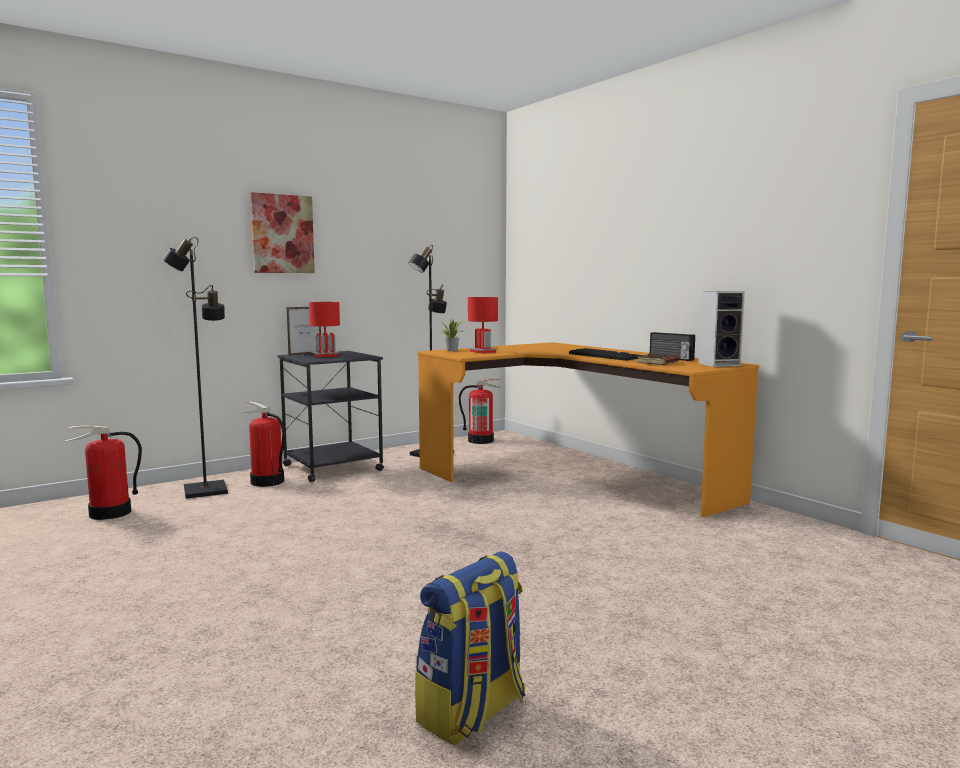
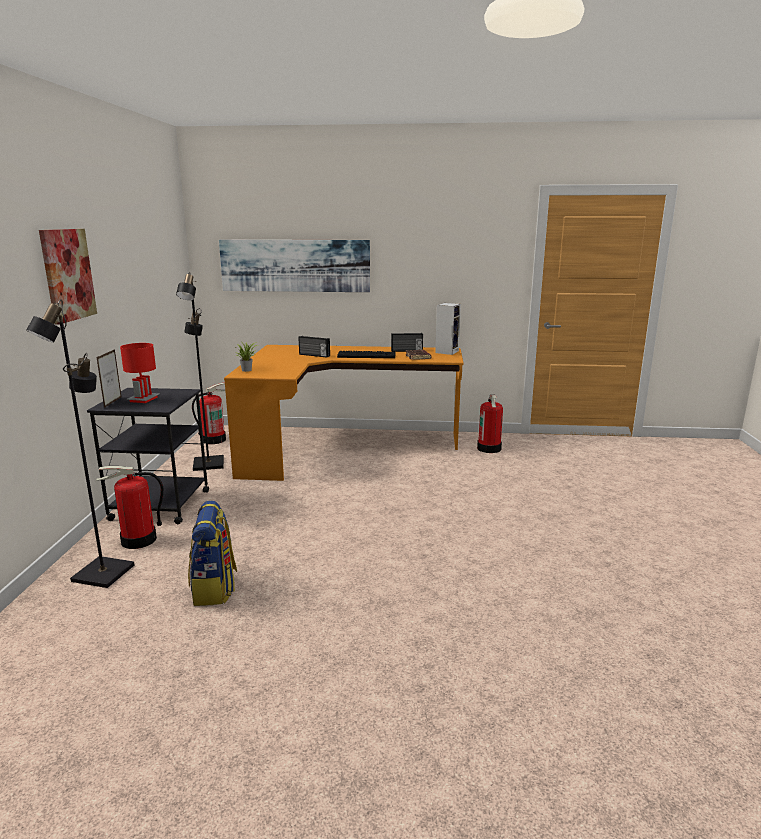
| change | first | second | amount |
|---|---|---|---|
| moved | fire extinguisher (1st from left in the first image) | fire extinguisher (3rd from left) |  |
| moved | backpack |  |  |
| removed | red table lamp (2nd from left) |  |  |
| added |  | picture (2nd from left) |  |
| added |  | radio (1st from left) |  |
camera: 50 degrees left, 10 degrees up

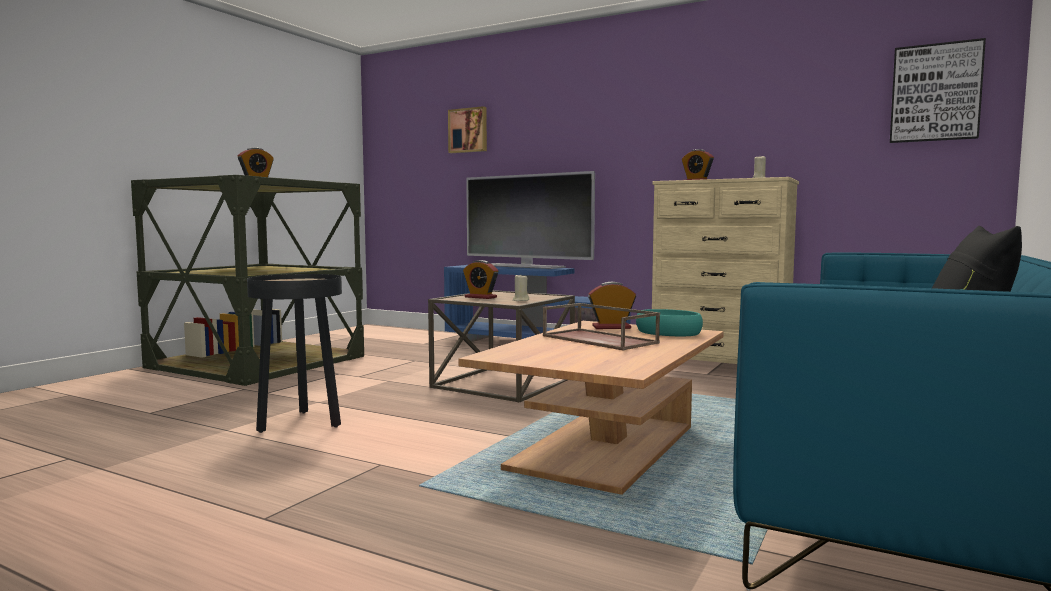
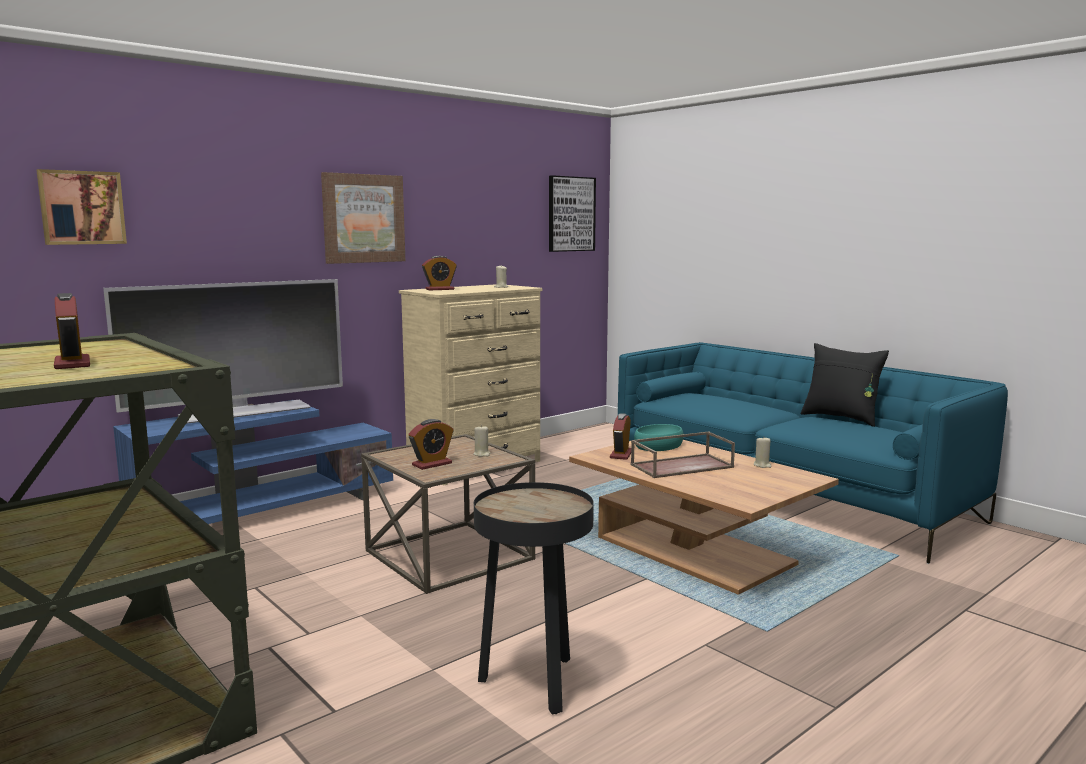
| change | first | second | amount |
|---|---|---|---|
| added |  | picture (2nd from left) |  |
| added |  | beige candle (3rd from left) |  |
camera: 70 degrees left, 5 degrees up

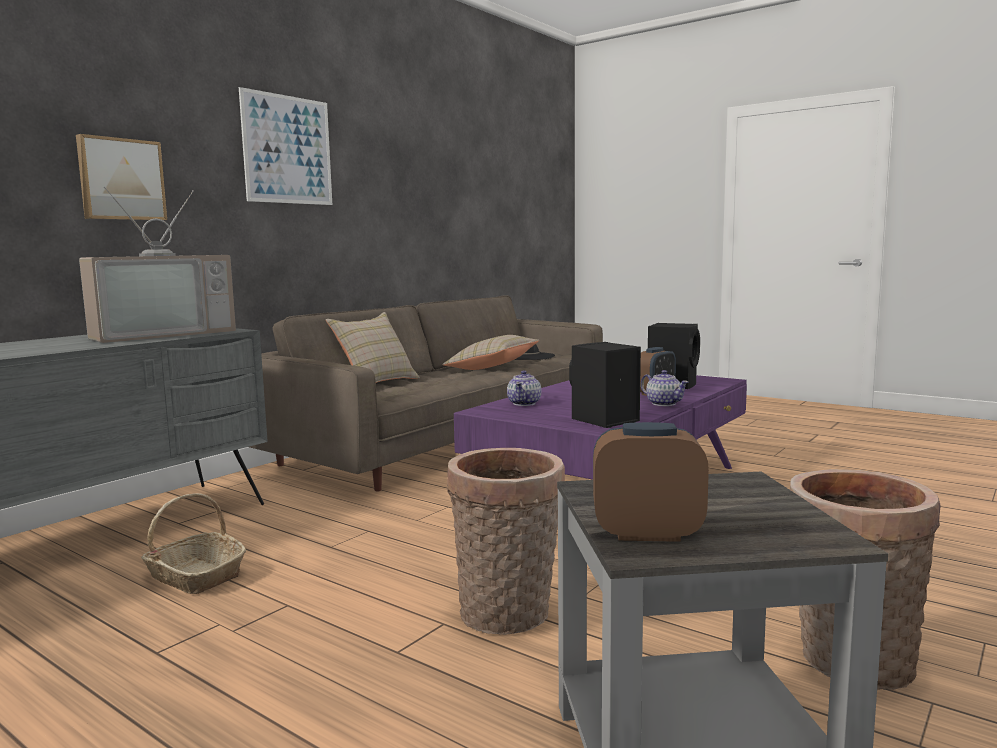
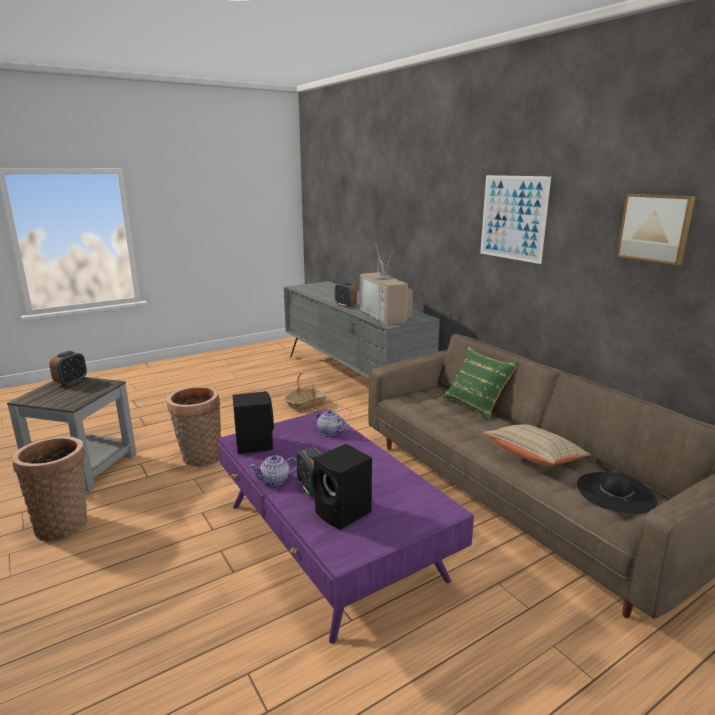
| change | first | second | amount |
|---|---|---|---|
| moved | picture (1st from left in the first image) | picture (2nd from left) |  |
| recoloured | beige pillow (1st from left) | green pillow |  |
| added |  | alarm clock (3rd from left) |  |
camera: 110 degrees right, 10 degrees up

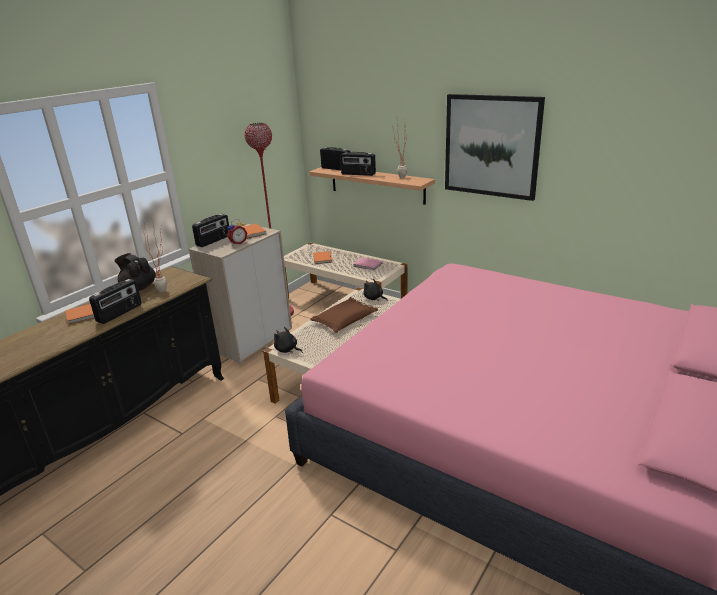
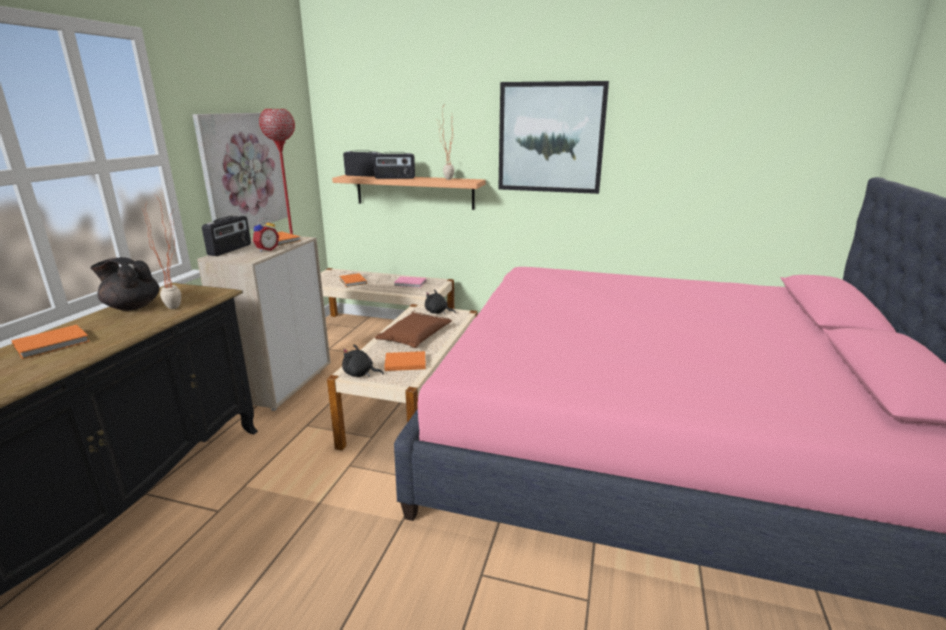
| change | first | second | amount |
|---|---|---|---|
| removed | radio (1st from left) |  |  |
| added |  | picture (1st from left) |  |
| added |  | orange book (4th from left) |  |
camera: 20 degrees left, 5 degrees down

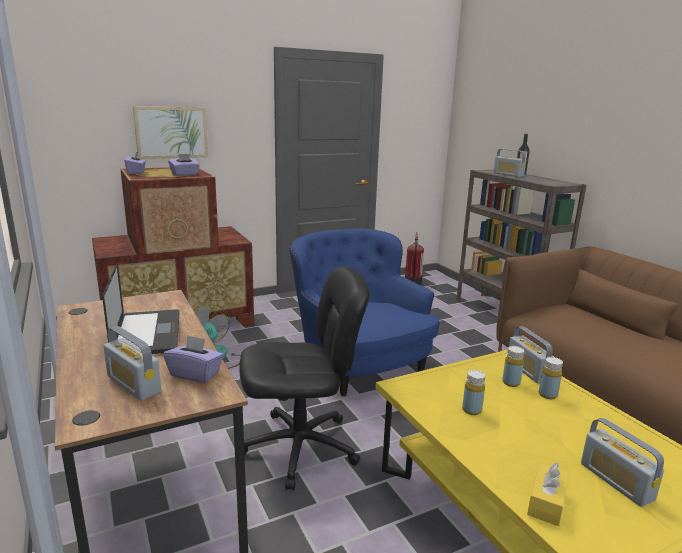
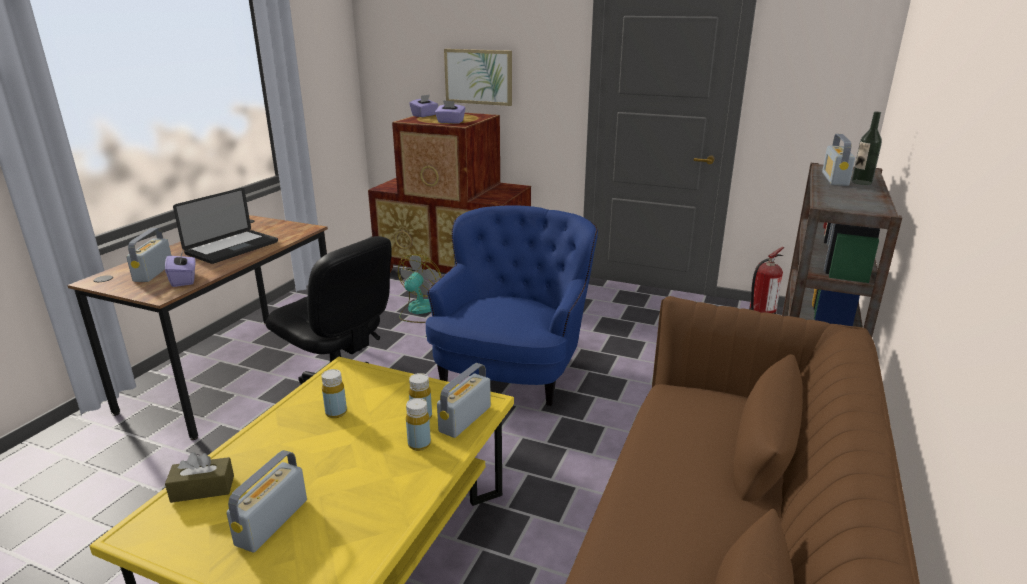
| change | first | second | amount |
|---|---|---|---|
| recoloured | yellow tissue box | brown tissue box |  |
camera: 50 degrees right, 5 degrees up

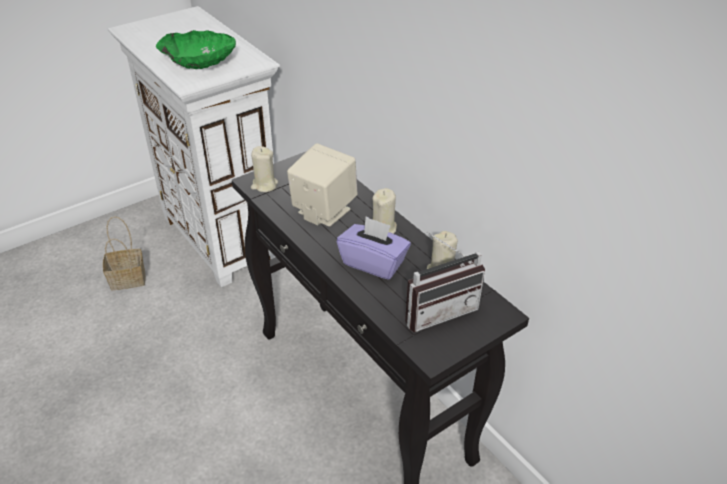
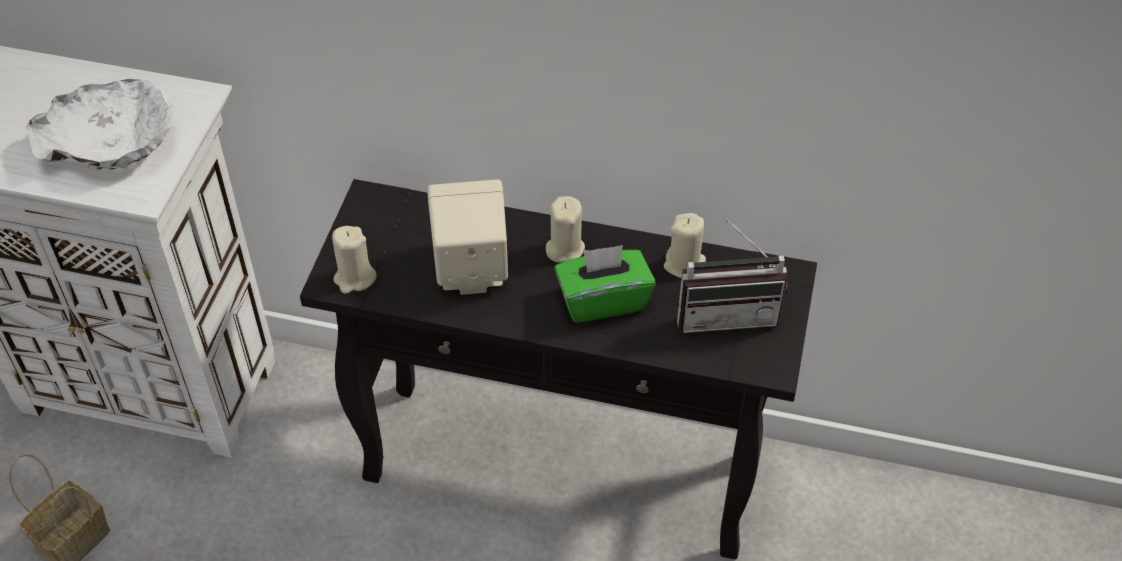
| change | first | second | amount |
|---|---|---|---|
| recoloured | green bowl | white bowl |  |
| recoloured | purple tissue box | green tissue box |  |
| turned | radio |  | 60 degrees clockwise |
camera: 40 degrees left, 10 degrees up

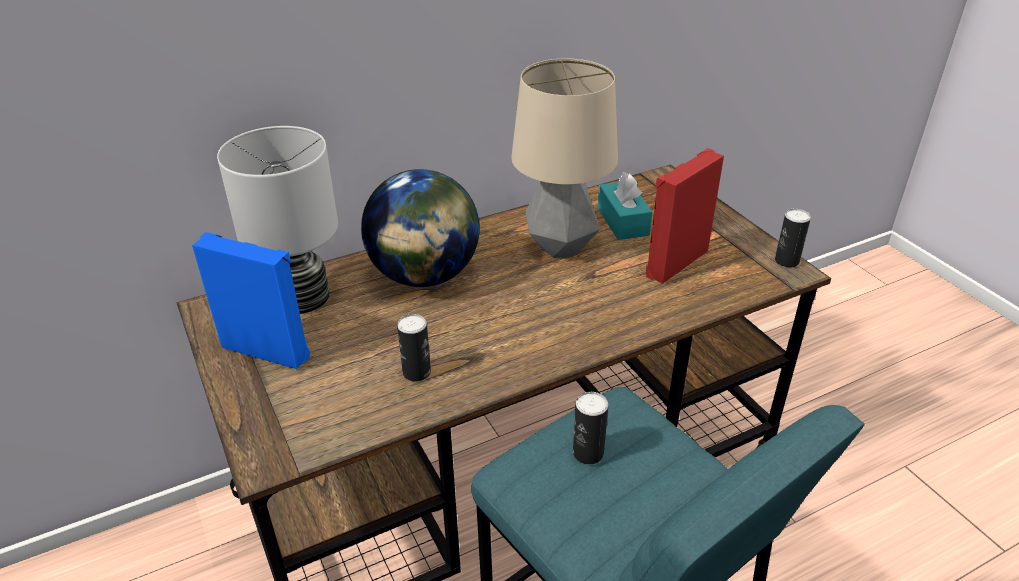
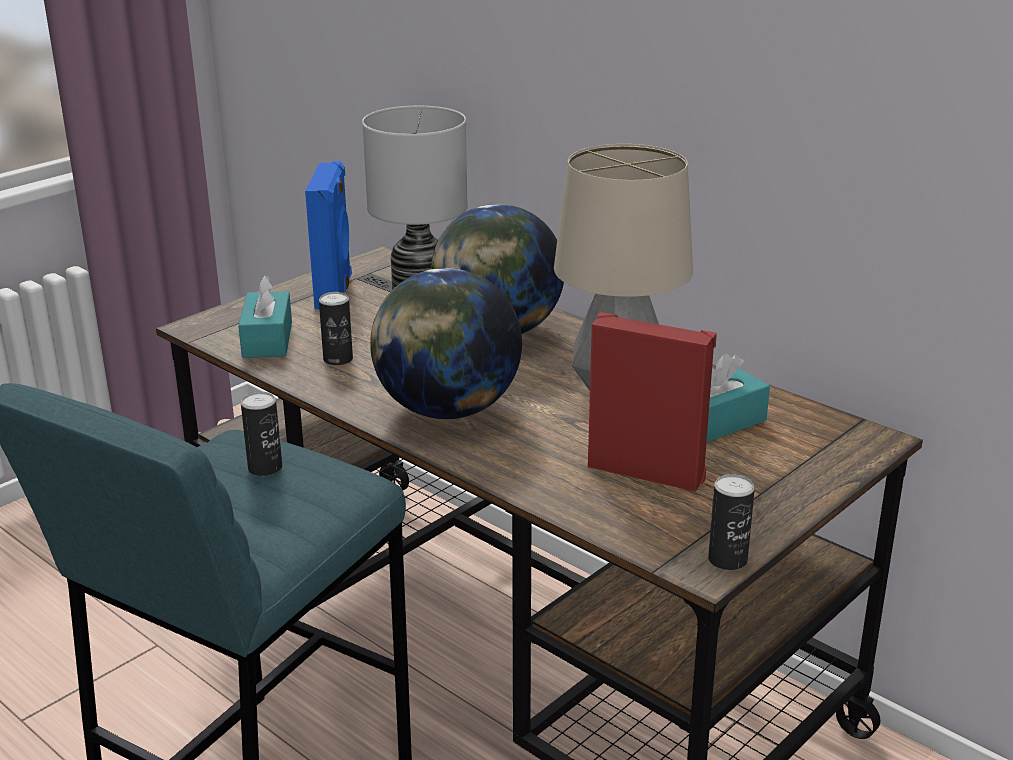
| change | first | second | amount |
|---|---|---|---|
| added |  | turquoise tissue box (1st from left) |  |
| added |  | globe (1st from left) |  |
camera: 70 degrees right, 10 degrees down

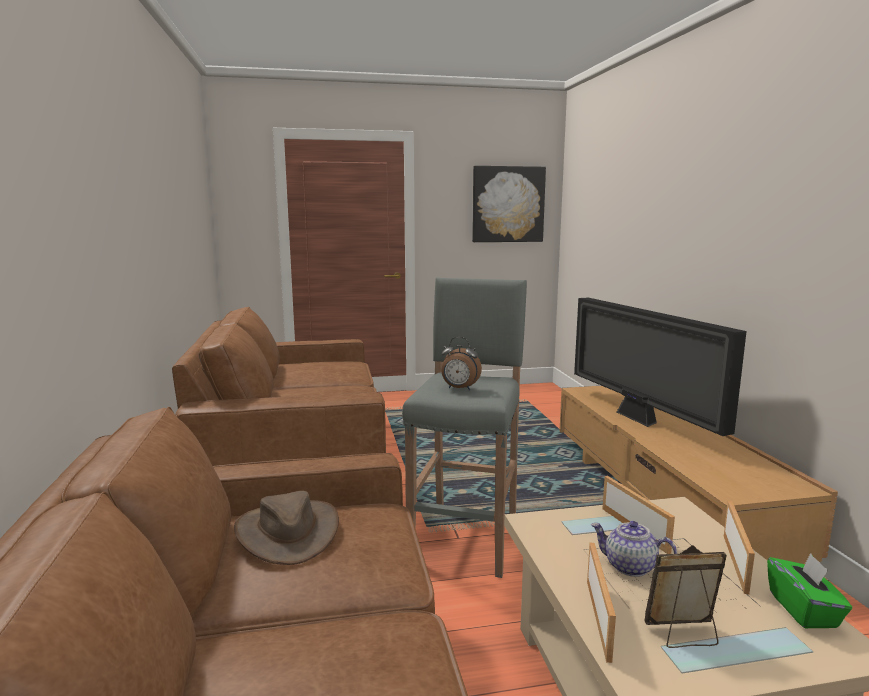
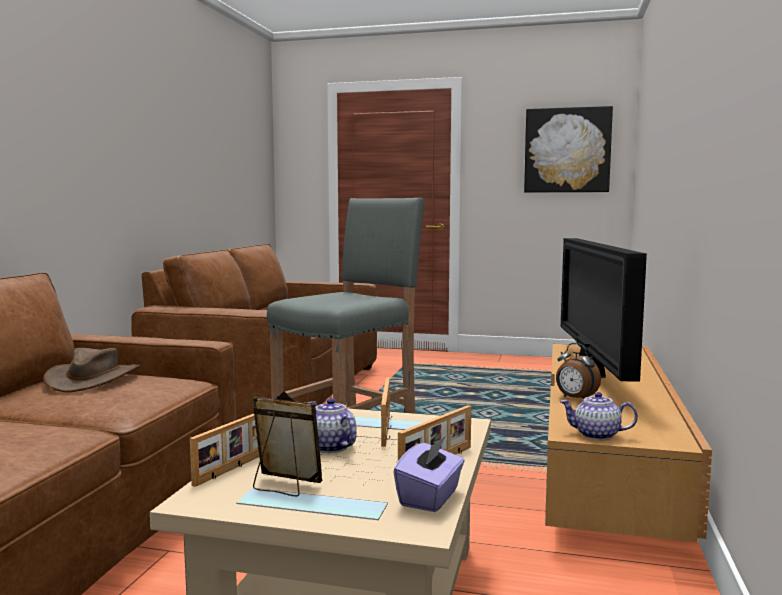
| change | first | second | amount |
|---|---|---|---|
| moved | alarm clock |  |  |
| recoloured | green tissue box | purple tissue box |  |
| added |  | teapot (2nd from left) |  |
camera: 25 degrees right, 5 degrees down

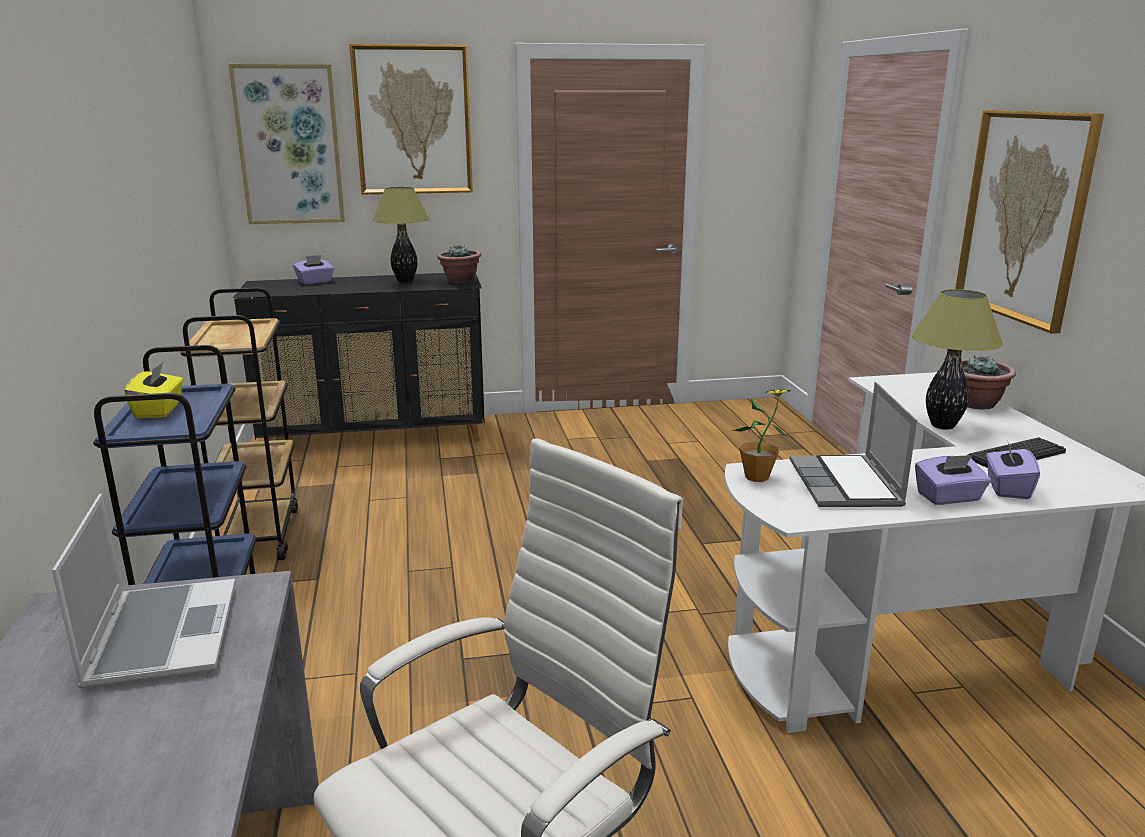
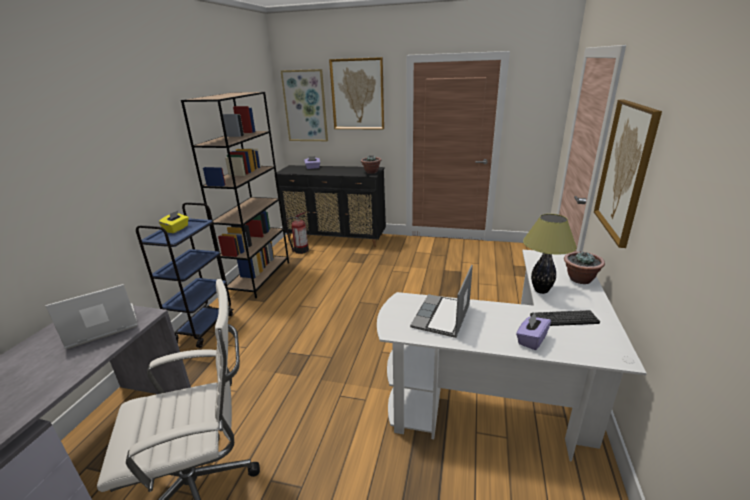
| change | first | second | amount |
|---|---|---|---|
| turned | laptop (1st from left) |  | 135 degrees counterclockwise |
| replaced | brown cart | beige bookcase |  |
| removed | table lamp (1st from left) |  |  |
| removed | potted plant (2nd from left) |  |  |
| removed | purple tissue box (2nd from left) |  |  |
| added |  | fire extinguisher |  |
camera: 25 degrees right, 5 degrees up

